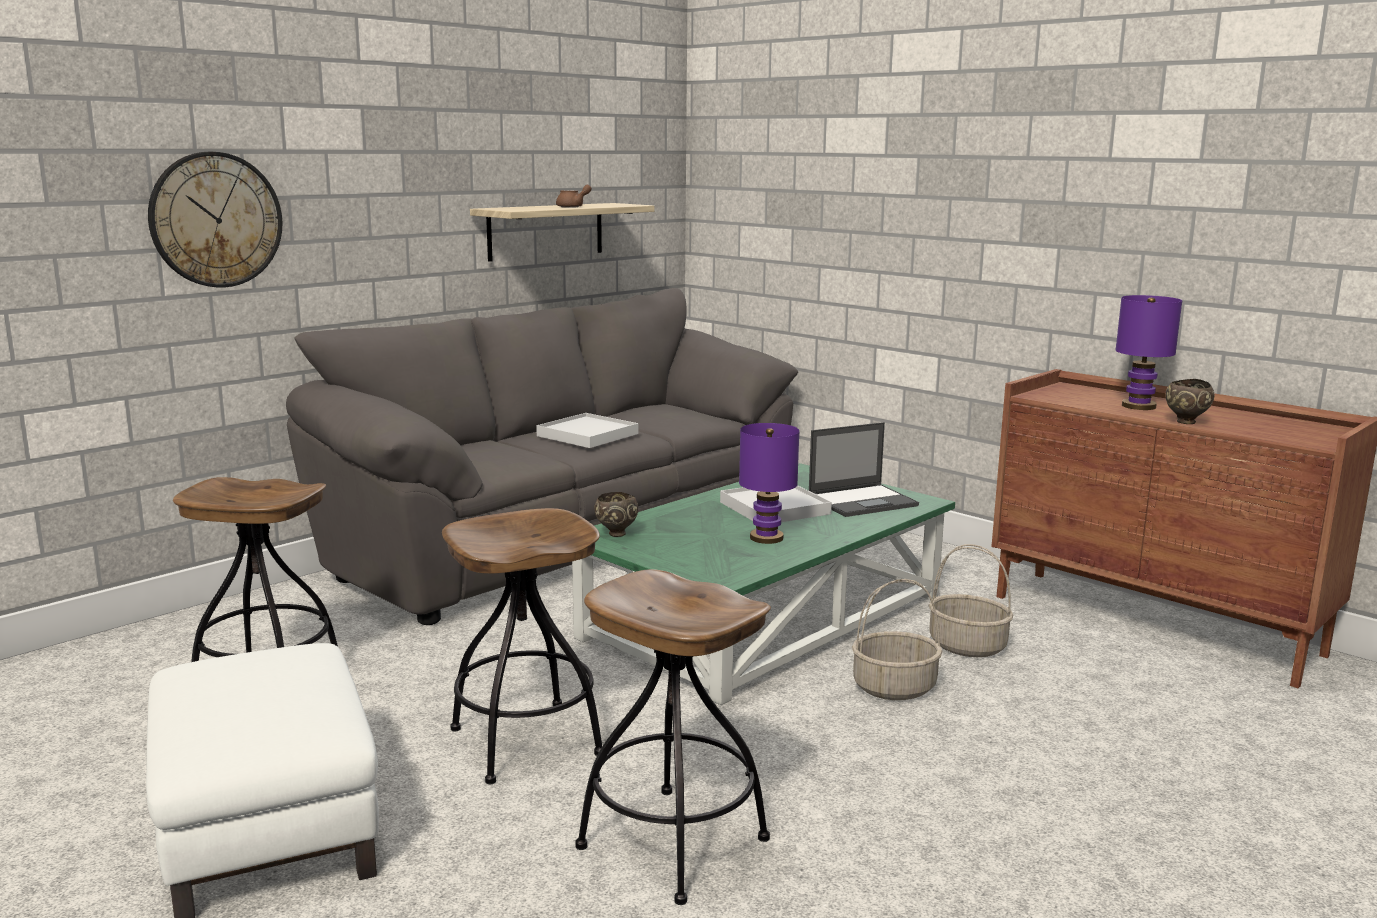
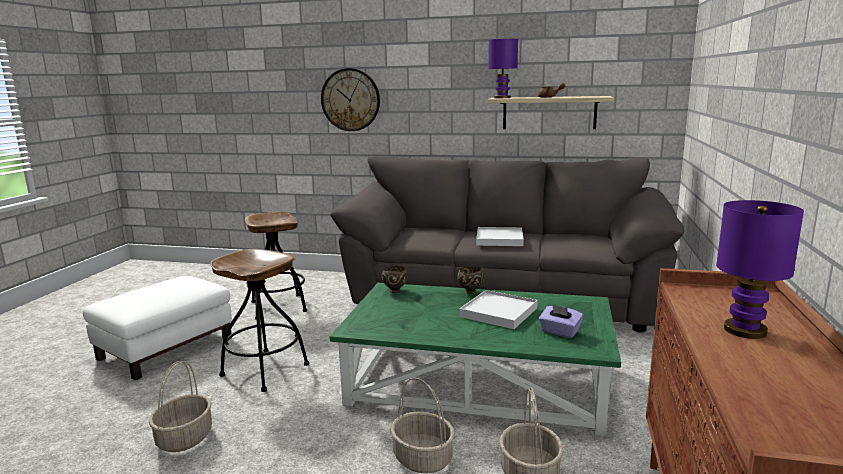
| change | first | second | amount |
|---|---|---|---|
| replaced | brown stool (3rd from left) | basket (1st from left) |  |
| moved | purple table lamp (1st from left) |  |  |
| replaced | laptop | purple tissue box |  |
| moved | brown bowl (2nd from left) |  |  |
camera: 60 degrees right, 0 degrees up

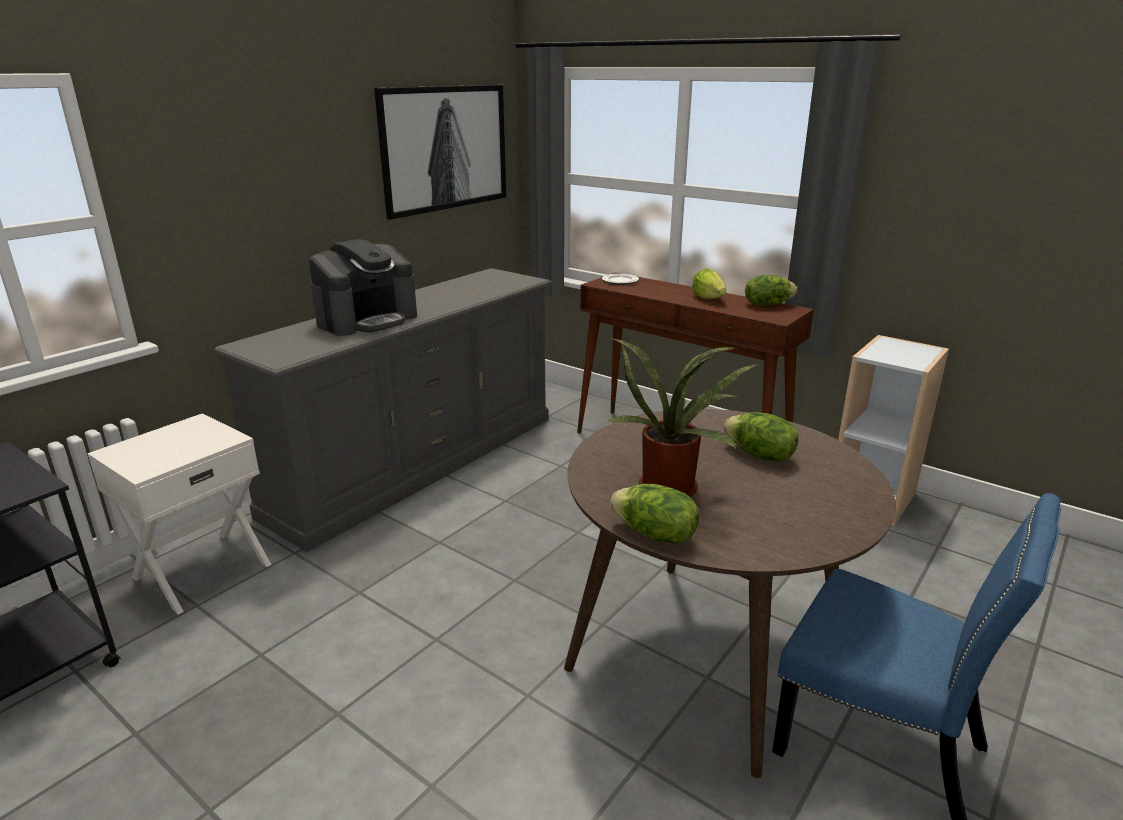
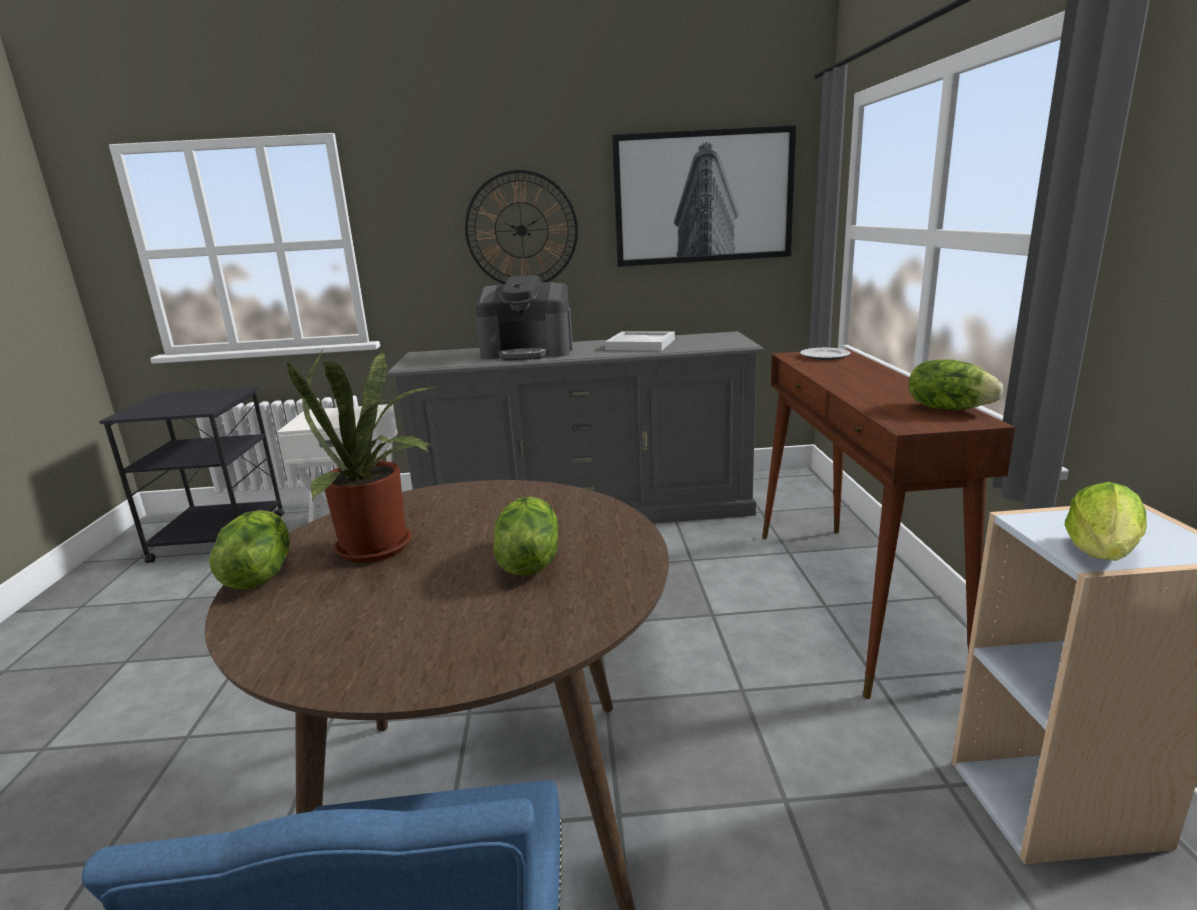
| change | first | second | amount |
|---|---|---|---|
| moved | lettuce (2nd from left in the first image) | lettuce (4th from left) |  |
| added |  | wall clock |  |
| added |  | white tray |  |
camera: 50 degrees right, 5 degrees down

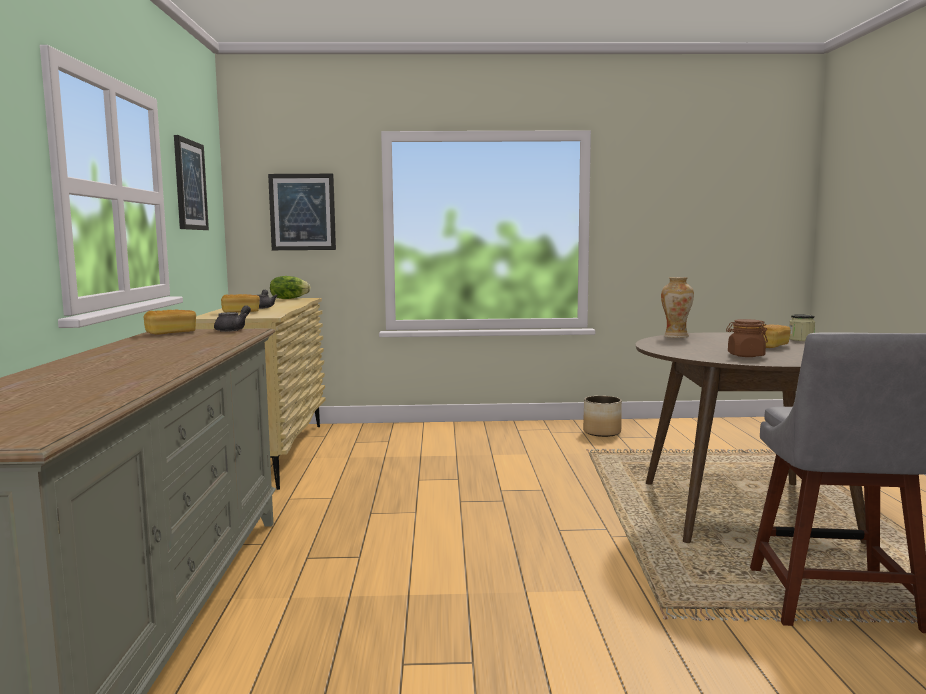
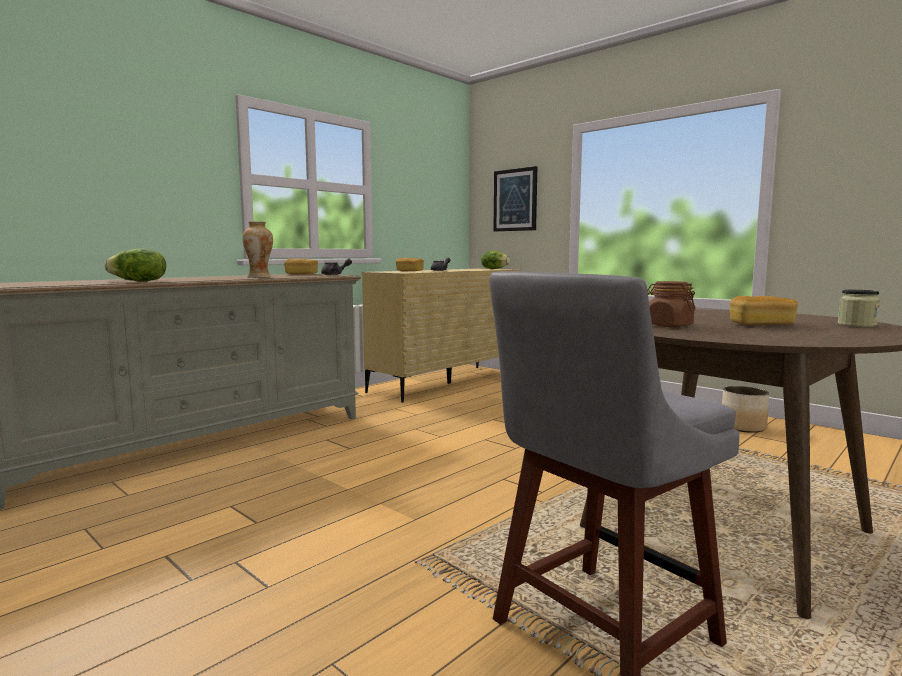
| change | first | second | amount |
|---|---|---|---|
| removed | picture (1st from left) |  |  |
| moved | vase |  |  |
| added |  | lettuce (1st from left) |  |
camera: 45 degrees right, 0 degrees up

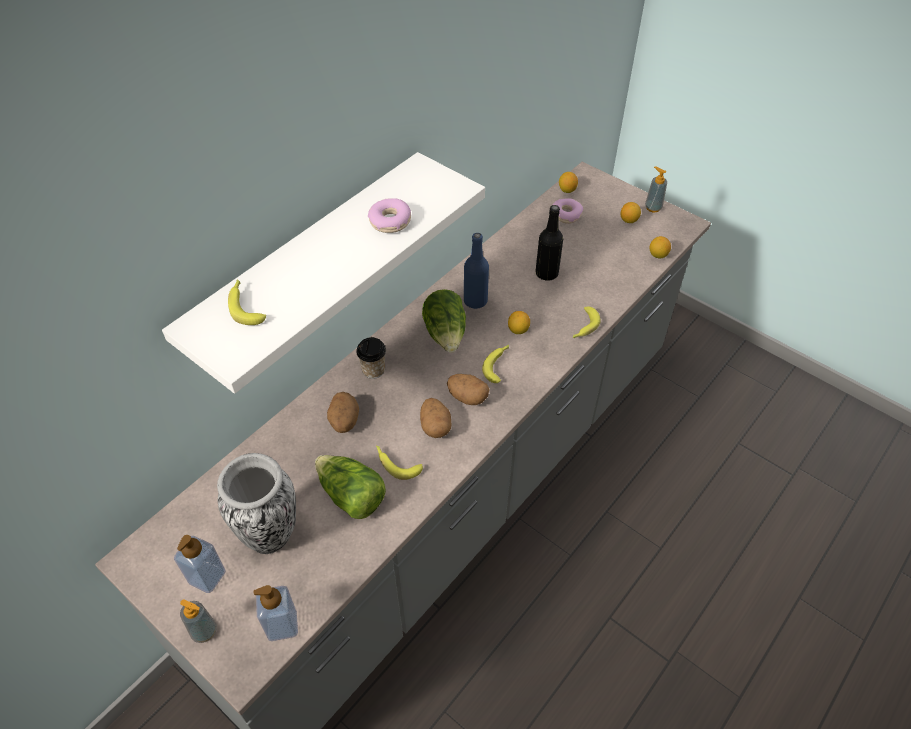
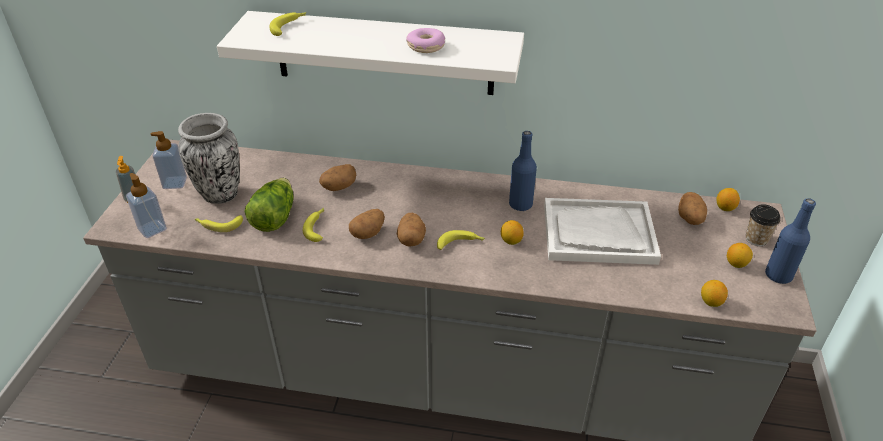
| change | first | second | amount |
|---|---|---|---|
| moved | cup |  |  |
| removed | lettuce (2nd from left) |  |  |
| replaced | black bottle | white tray |  |
| replaced | donut (2nd from left) | potato (4th from left) |  |
| moved | banana (4th from left in the first image) | banana (1st from left) |  |
| replaced | soap dispenser (4th from left) | blue bottle (2nd from left) |  |
camera: 60 degrees right, 10 degrees down

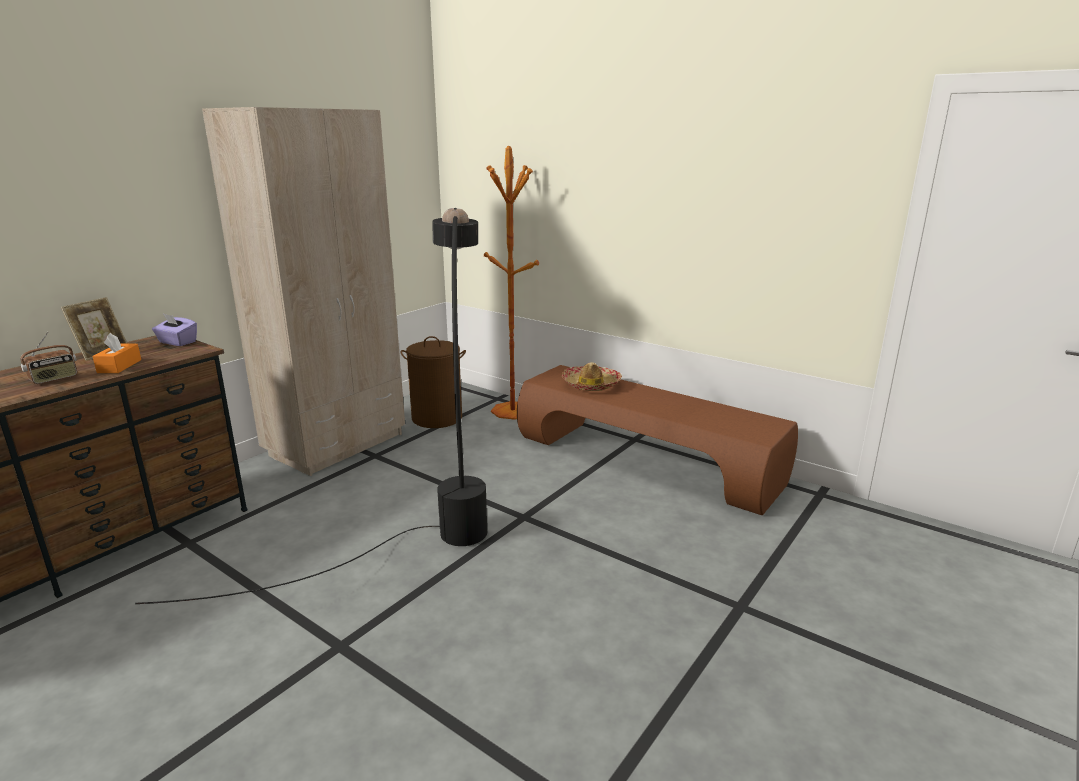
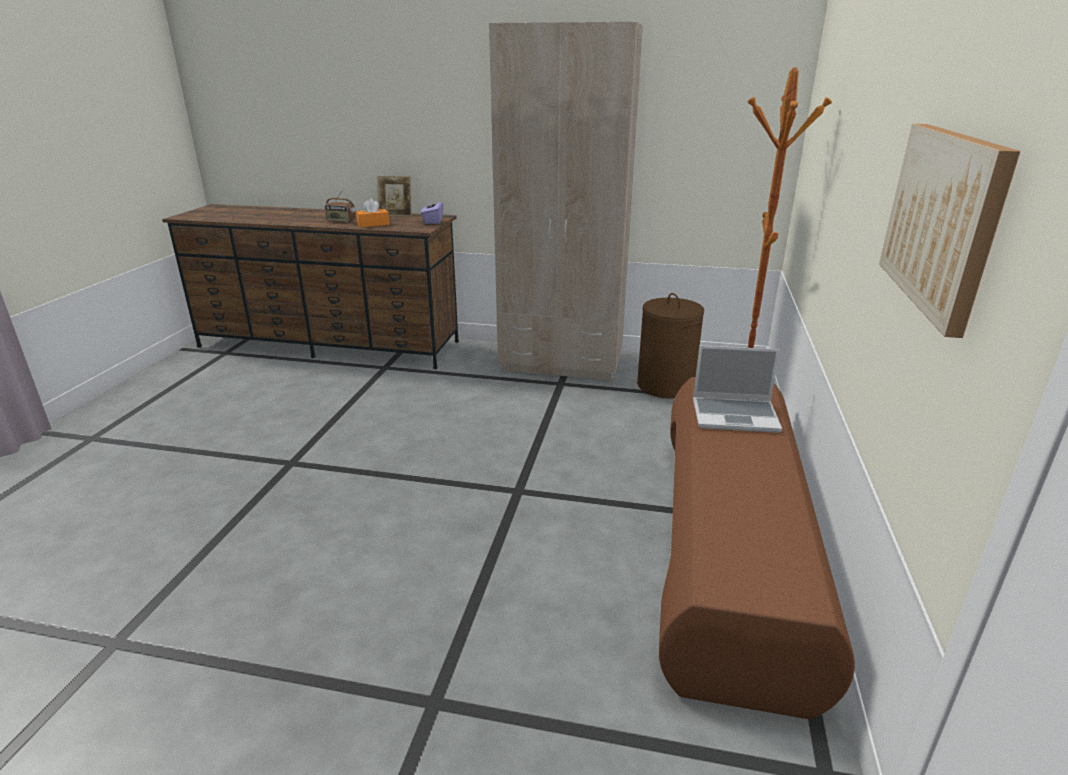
| change | first | second | amount |
|---|---|---|---|
| removed | black floor lamp |  |  |
| replaced | hat | laptop |  |
| added |  | picture |  |
camera: 65 degrees right, 5 degrees up

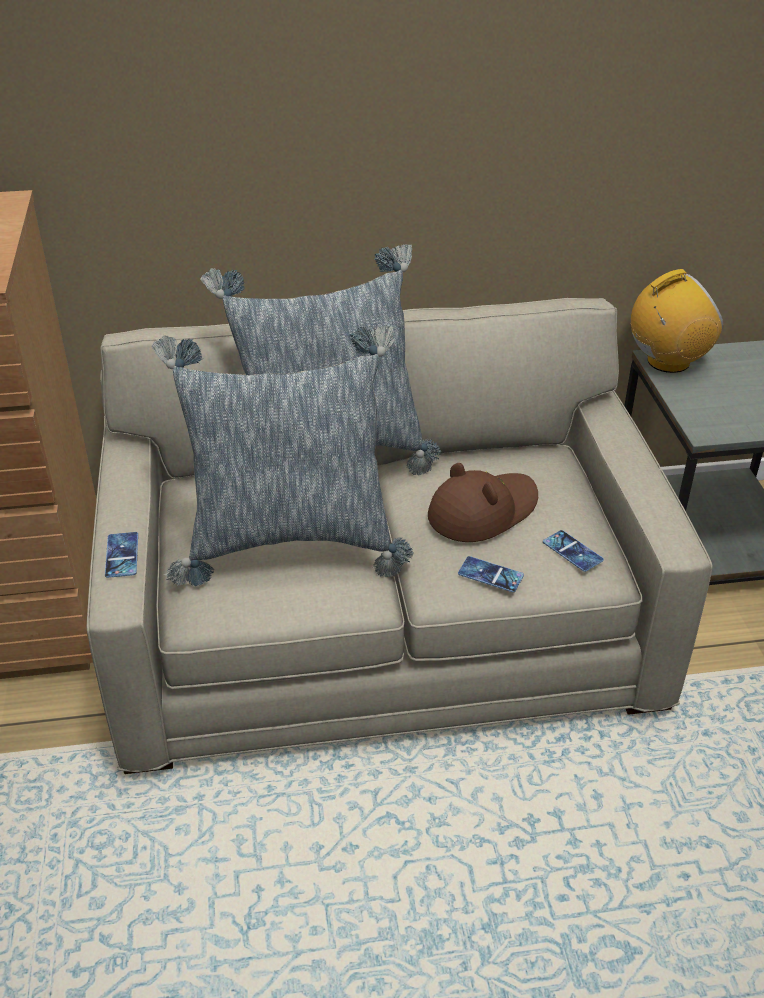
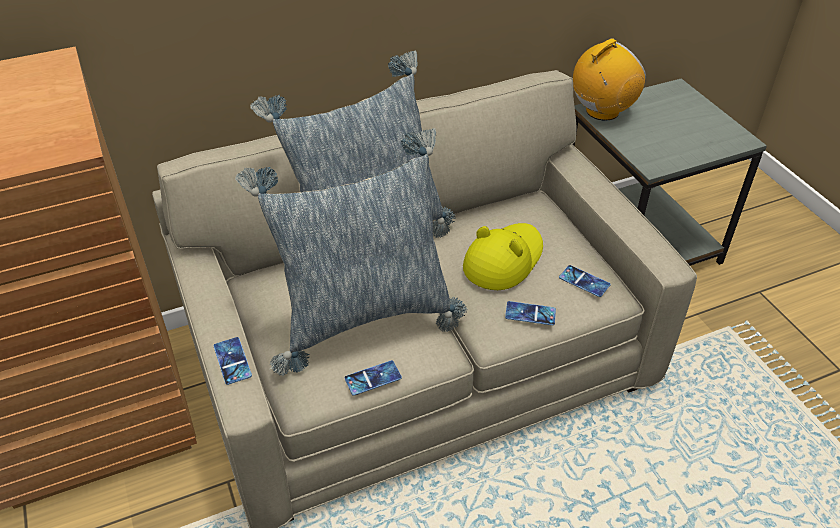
| change | first | second | amount |
|---|---|---|---|
| recoloured | brown hat | yellow hat |  |
| added |  | phone (2nd from left) |  |
camera: 15 degrees left, 5 degrees up

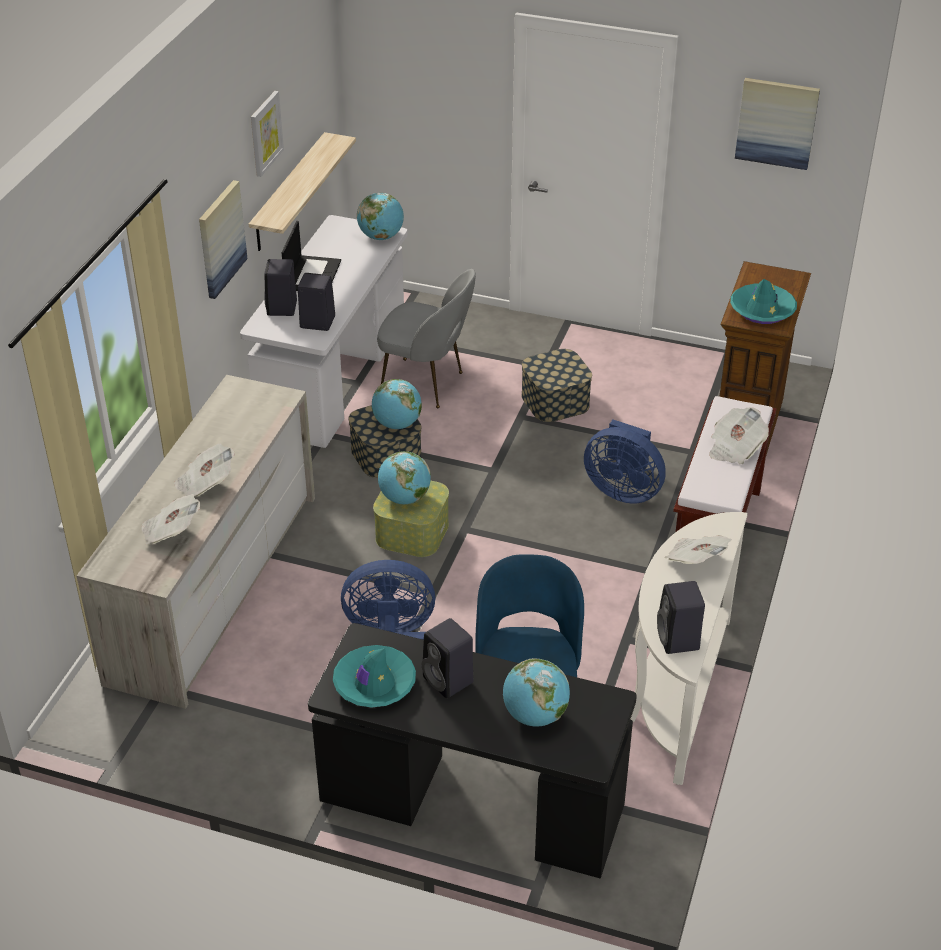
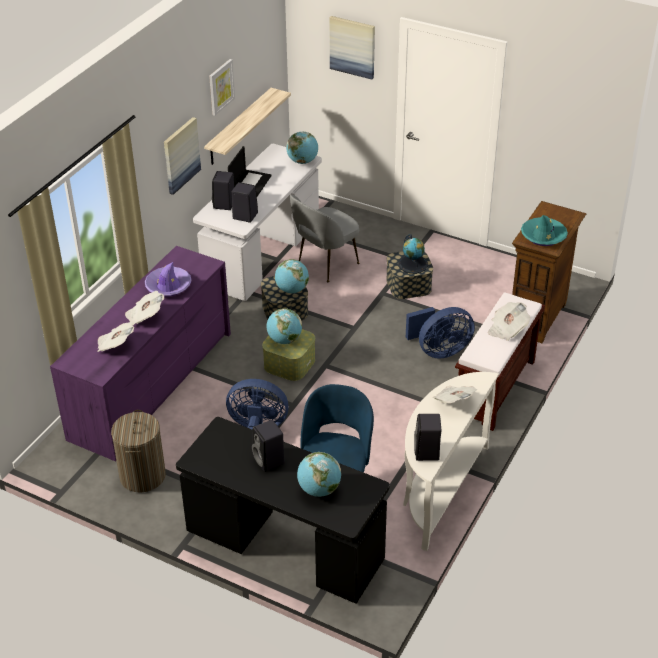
| change | first | second | amount |
|---|---|---|---|
| recoloured | white dresser | purple dresser |  |
| removed | turquoise hat (1st from left) |  |  |
| turned | grey chair |  | 105 degrees clockwise |
| turned | blue fan (2nd from left) |  | 60 degrees counterclockwise |
| moved | picture (3rd from left) |  |  |
| added |  | laundry basket |  |
| added |  | purple hat |  |
| added |  | globe (5th from left) |  |
camera: 10 degrees right, 0 degrees up

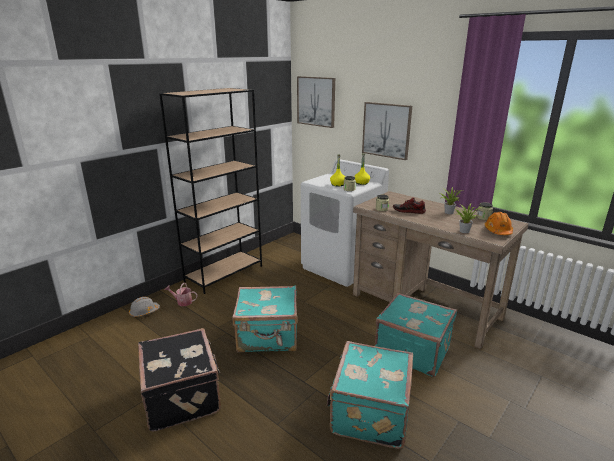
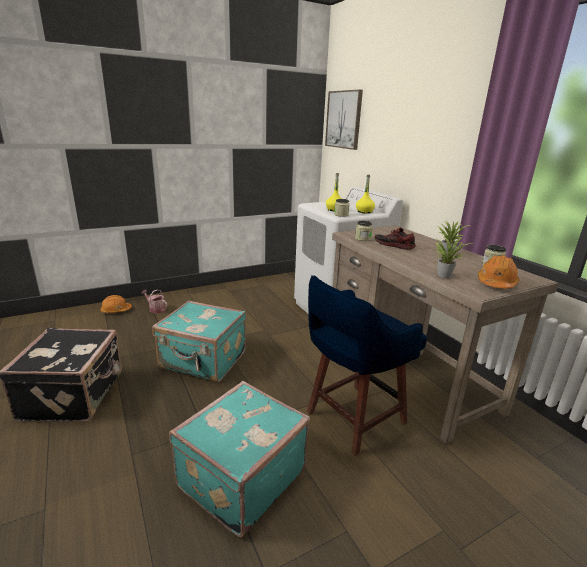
| change | first | second | amount |
|---|---|---|---|
| recoloured | grey hard hat | orange hard hat (1st from left) |  |
| removed | beige bookcase |  |  |
| removed | picture (2nd from left) |  |  |
| replaced | turquoise suitcase (3rd from left) | blue stool |  |
camera: 20 degrees right, 0 degrees up

